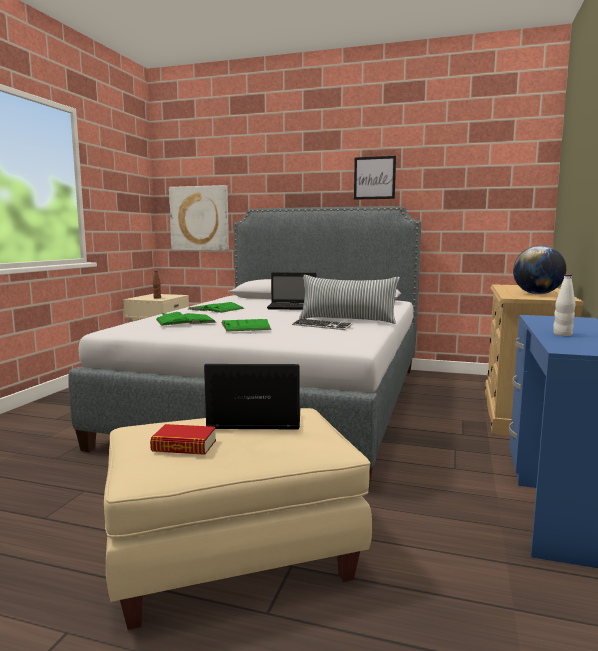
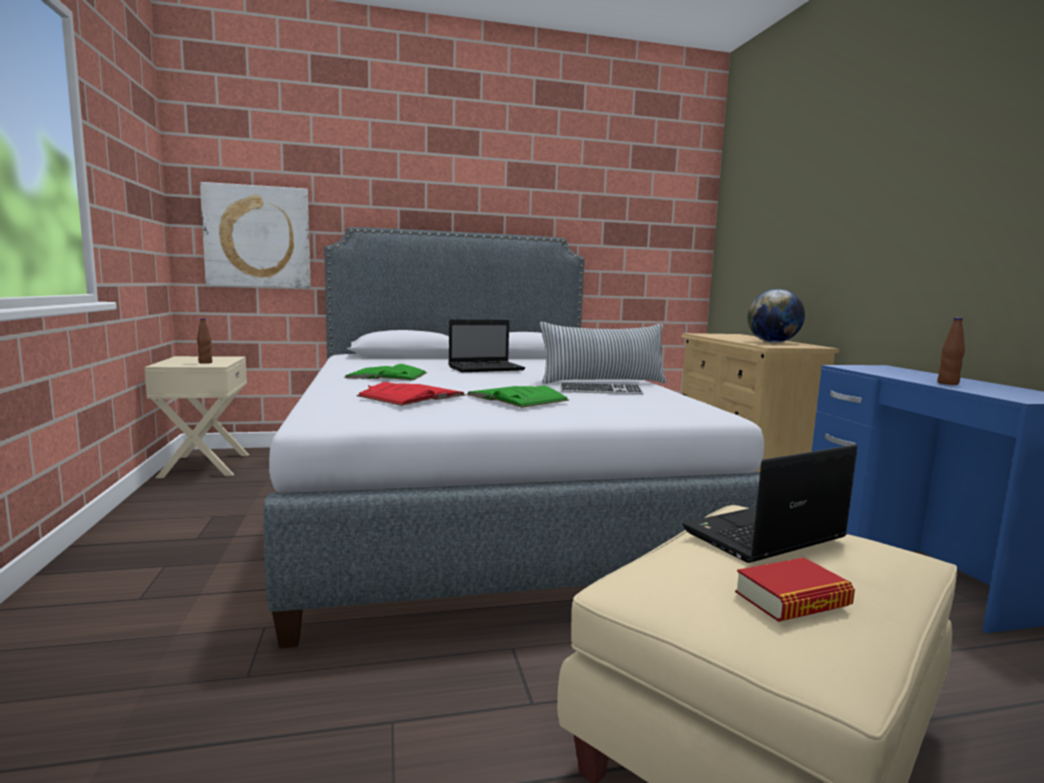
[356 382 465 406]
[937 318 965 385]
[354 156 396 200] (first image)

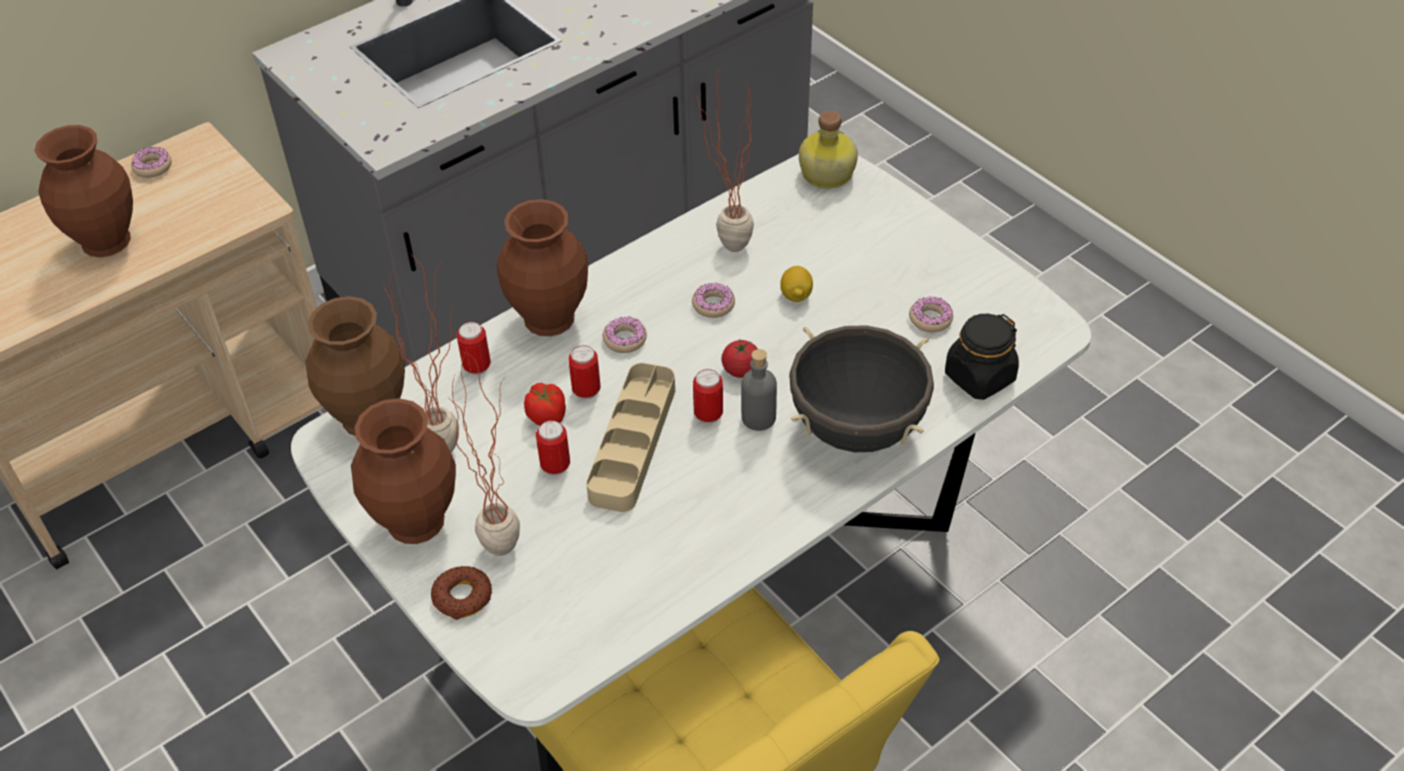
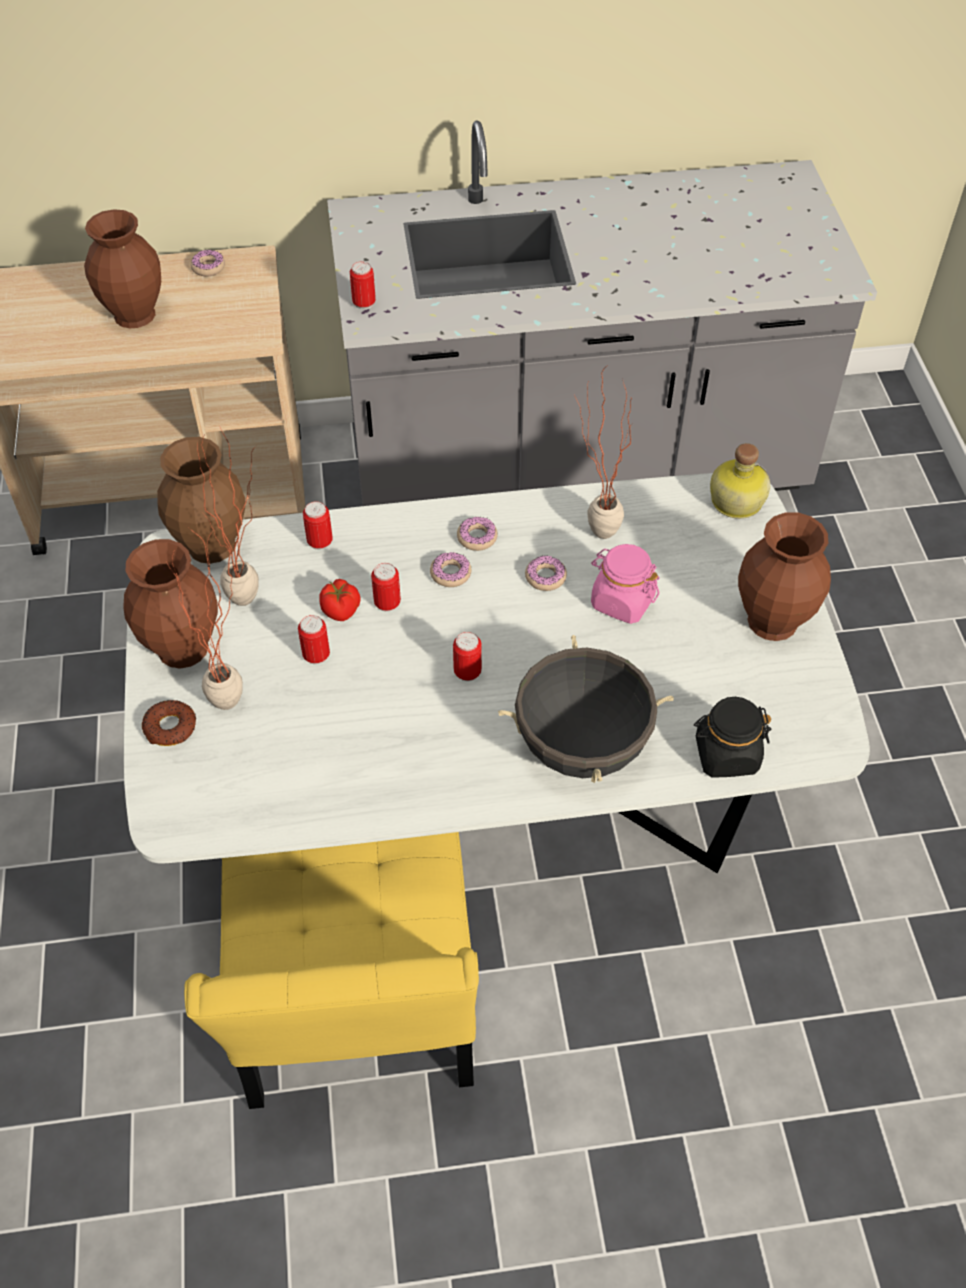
[350 261 376 310]
[457 516 498 551]
[591 544 660 624]
[738 512 831 641]
[586 363 675 512] (first image)
[721 340 758 378] (first image)
[741 349 777 431] (first image)

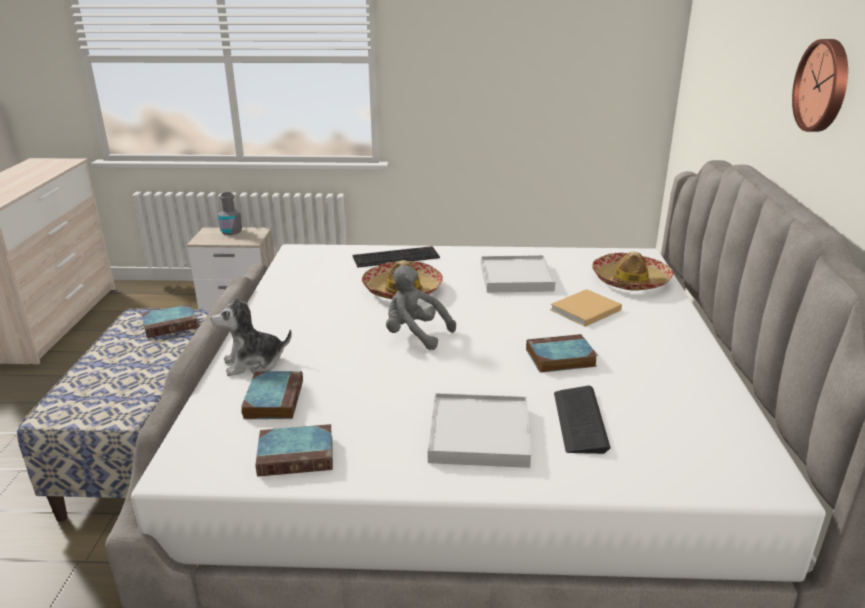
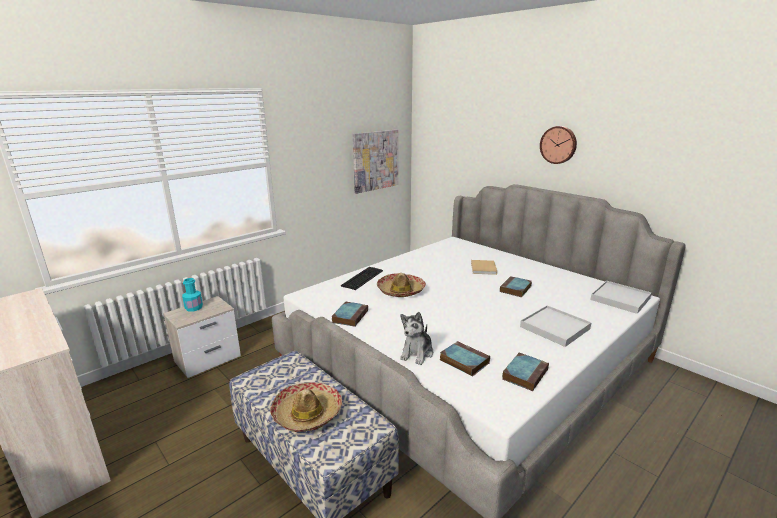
[182 278 203 312]
[270 382 342 432]
[332 302 368 327]
[353 129 398 193]
[590 281 652 314]
[386 265 456 350] (first image)
[554 386 611 454] (first image)

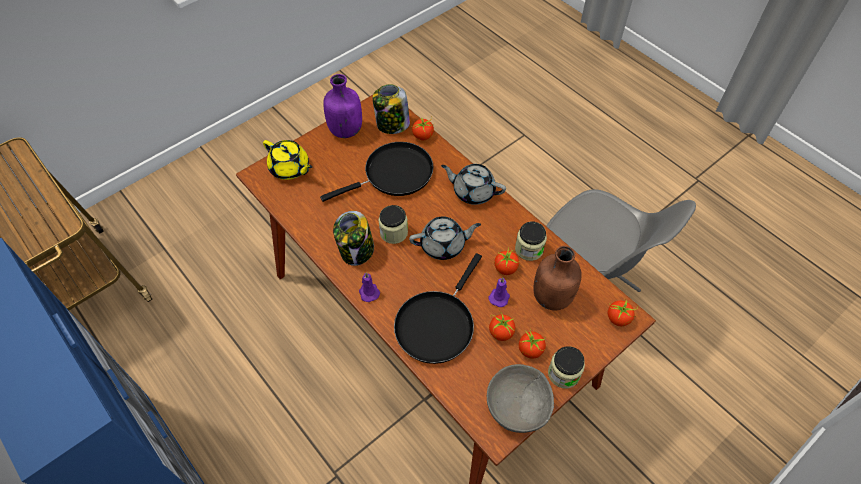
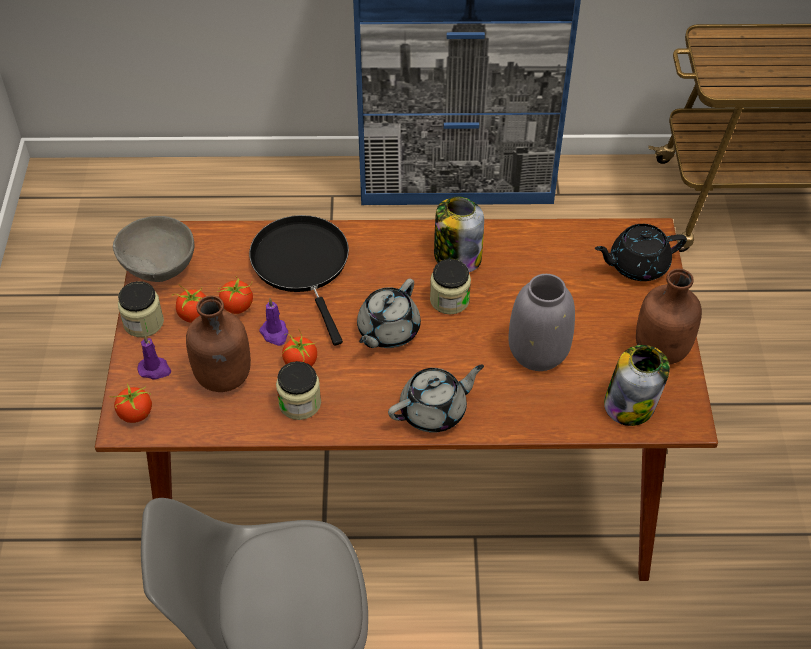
[137 335 171 380]
[508 274 575 371]
[595 224 687 281]
[636 268 702 364]
[412 116 435 140] (first image)

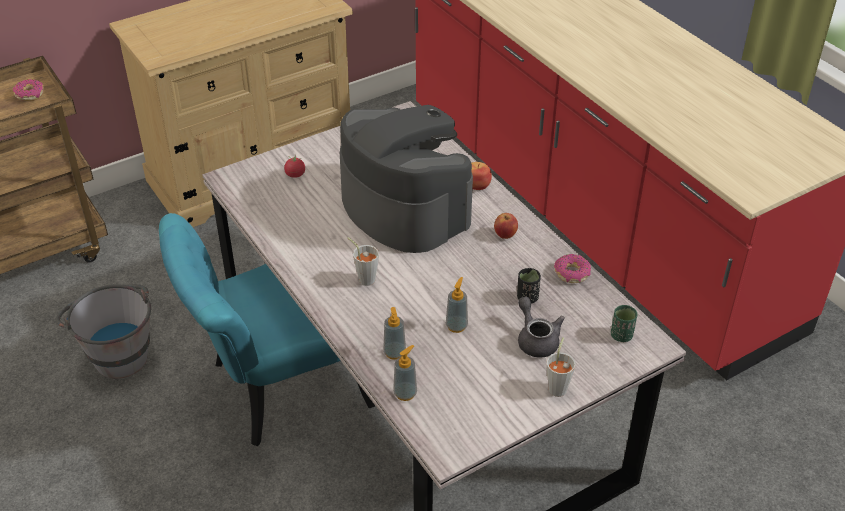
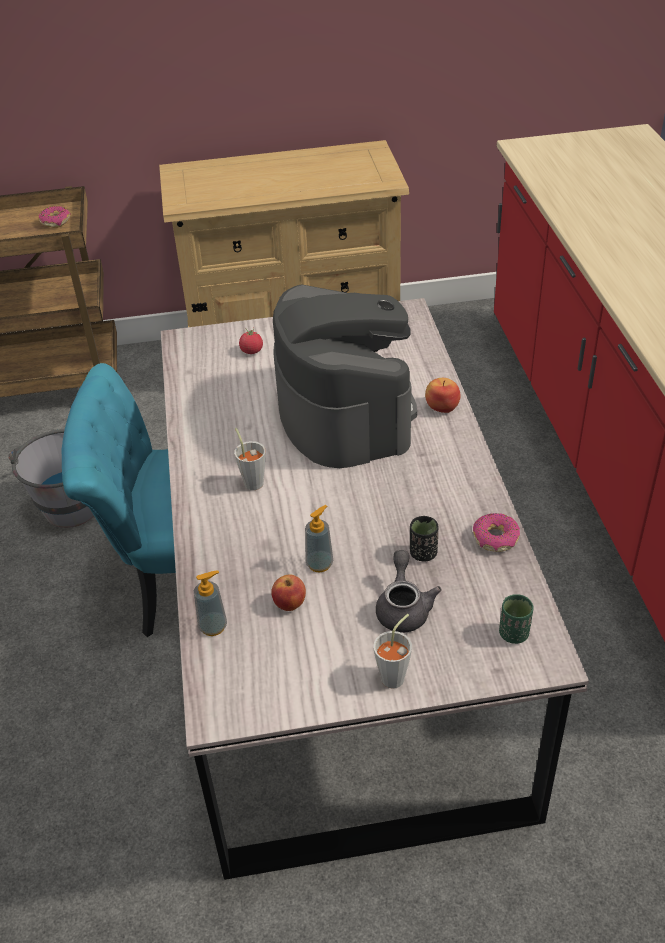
[271 574 306 611]
[383 307 406 360] (first image)

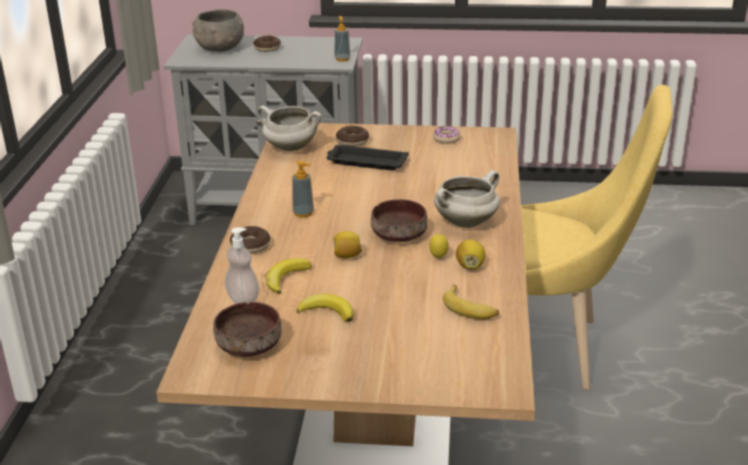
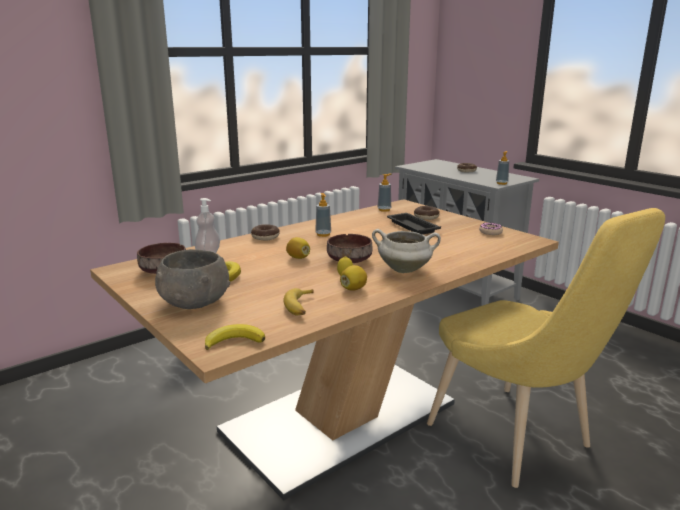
[155 249 230 309]
[205 324 265 350]
[377 174 392 212]

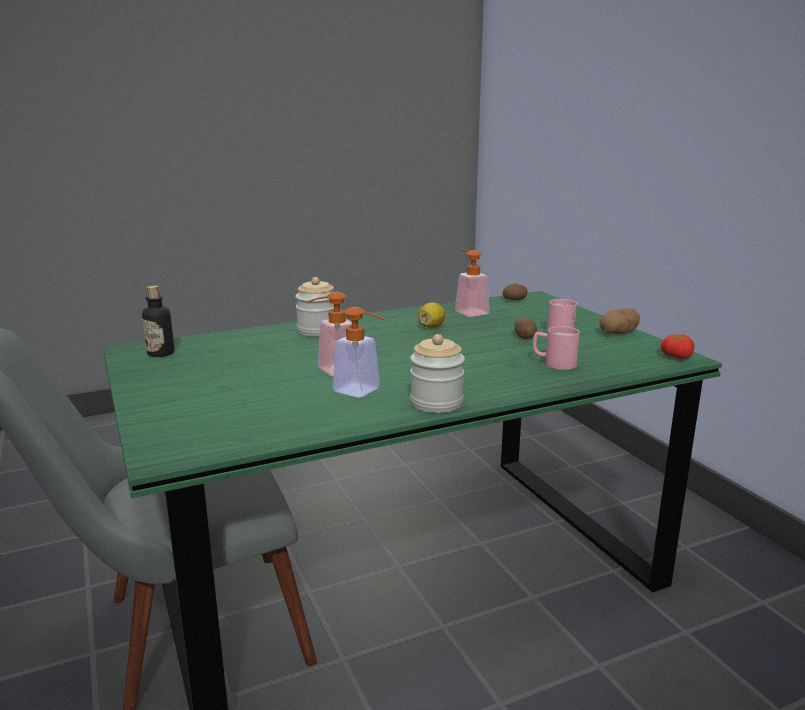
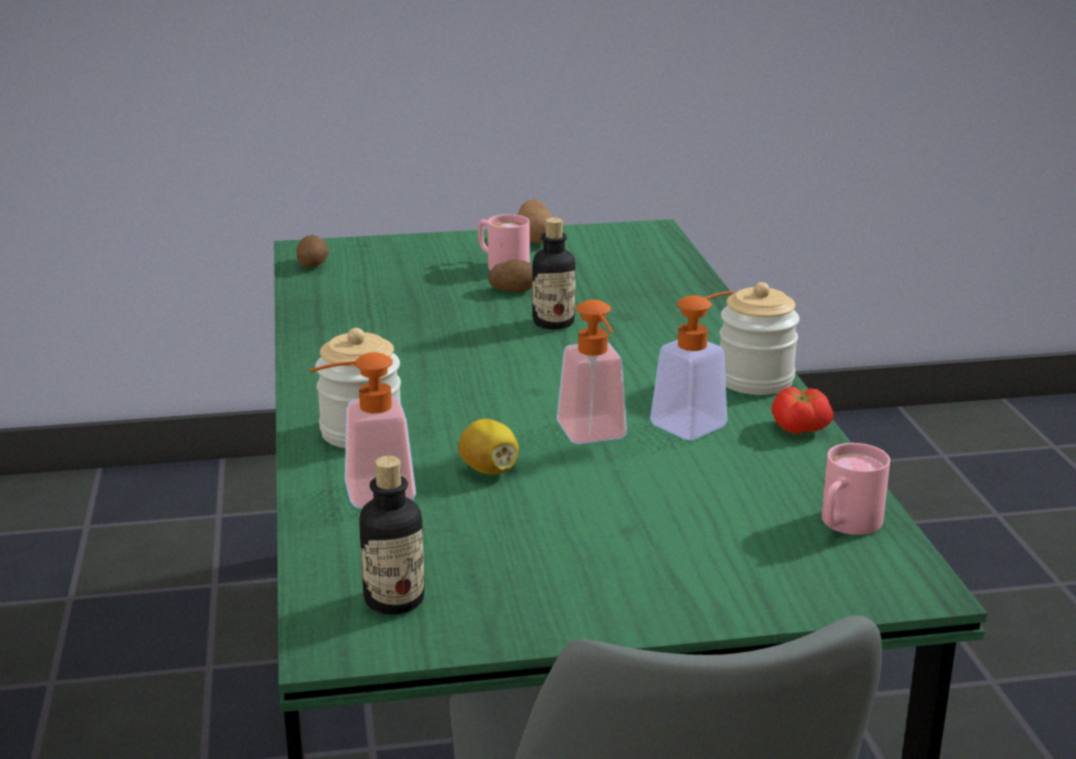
[309 352 416 508]
[458 419 519 475]
[532 217 576 329]
[771 387 834 434]
[822 443 890 535]

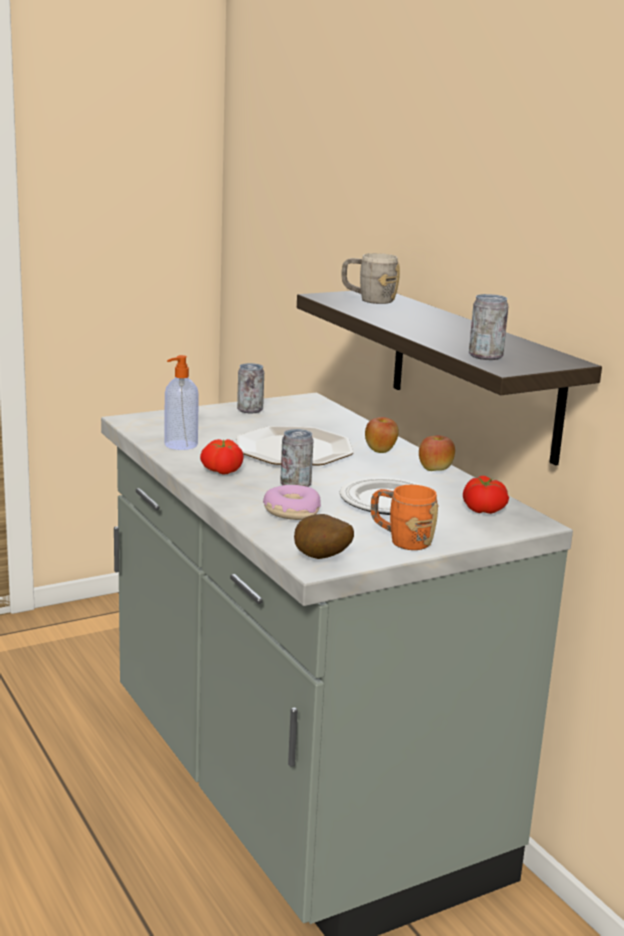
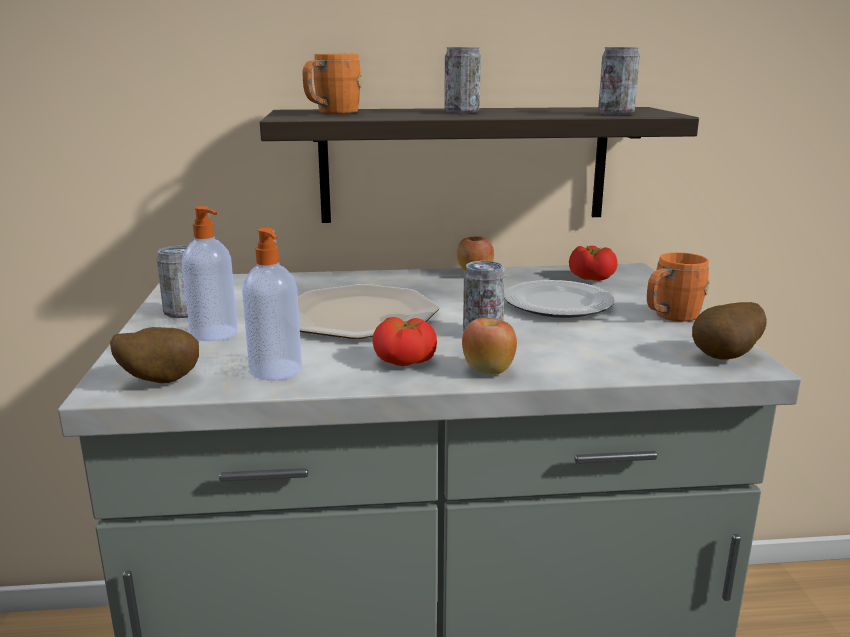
[110 327 199 383]
[182 206 238 341]
[303 54 362 114]
[444 47 481 113]
[462 318 517 375]
[263 485 321 520] (first image)

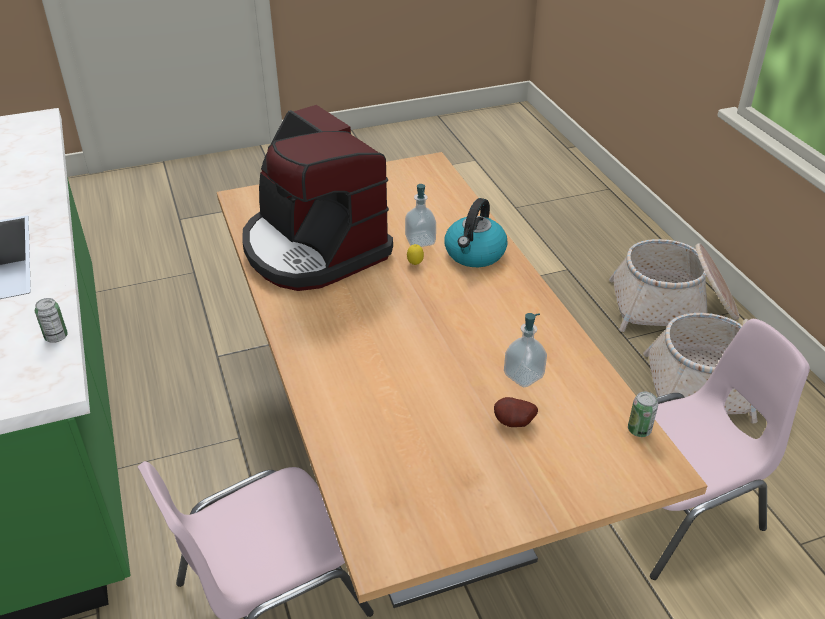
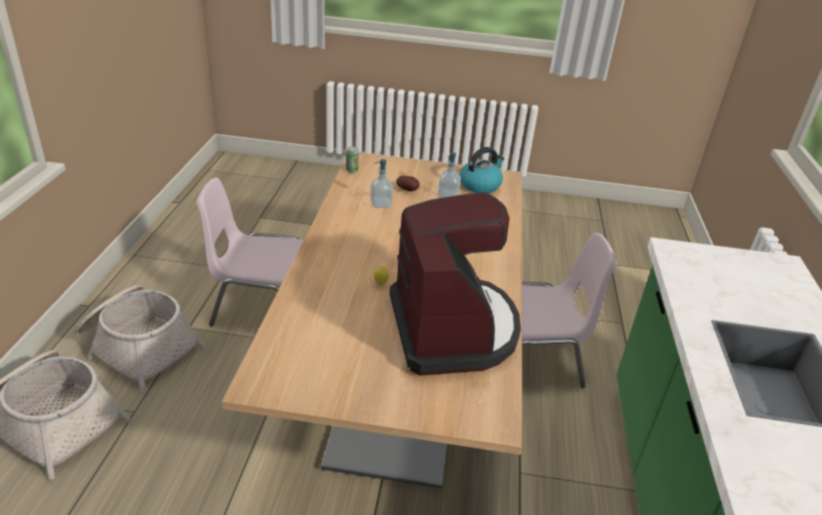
[438 152 461 198]
[459 147 504 193]
[35 298 68 343] (first image)

